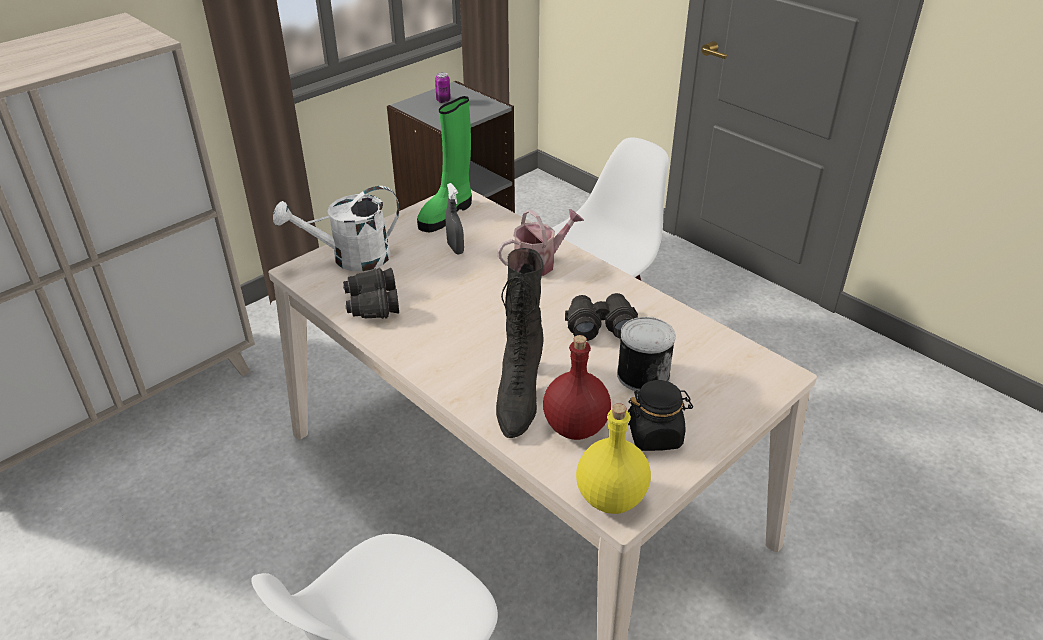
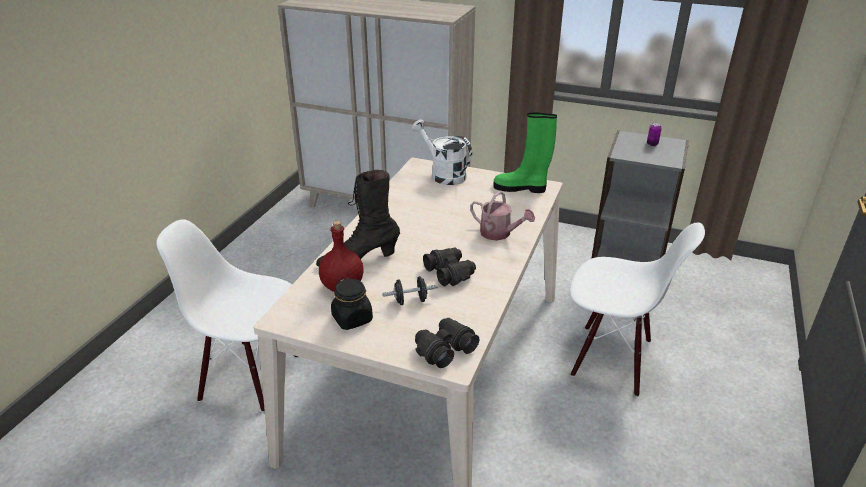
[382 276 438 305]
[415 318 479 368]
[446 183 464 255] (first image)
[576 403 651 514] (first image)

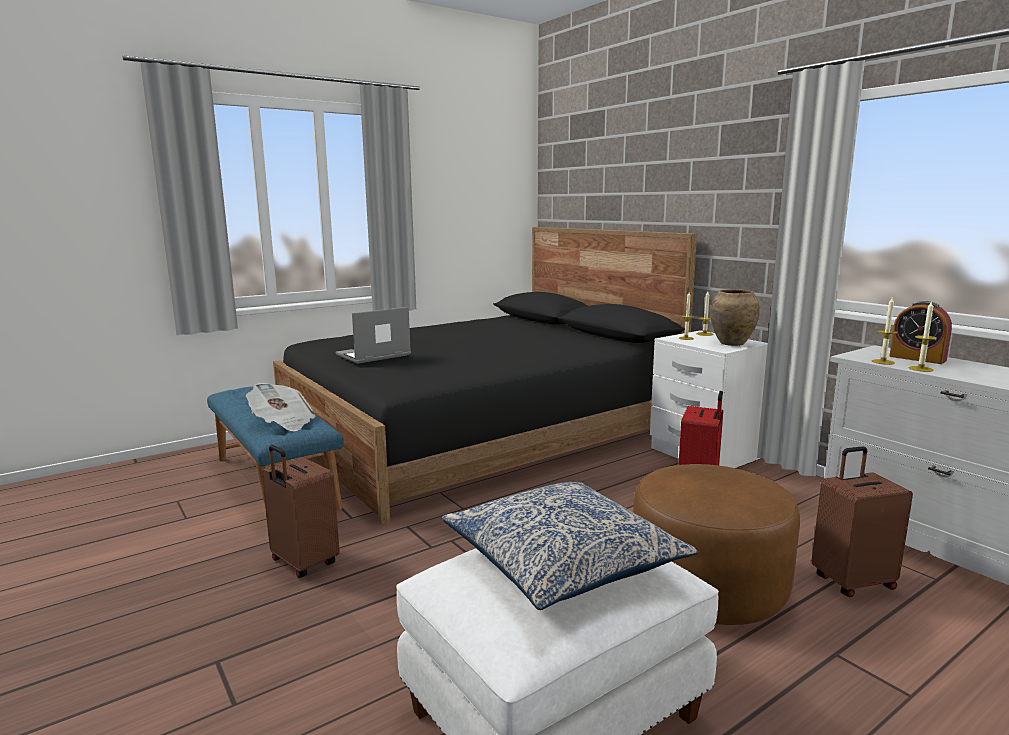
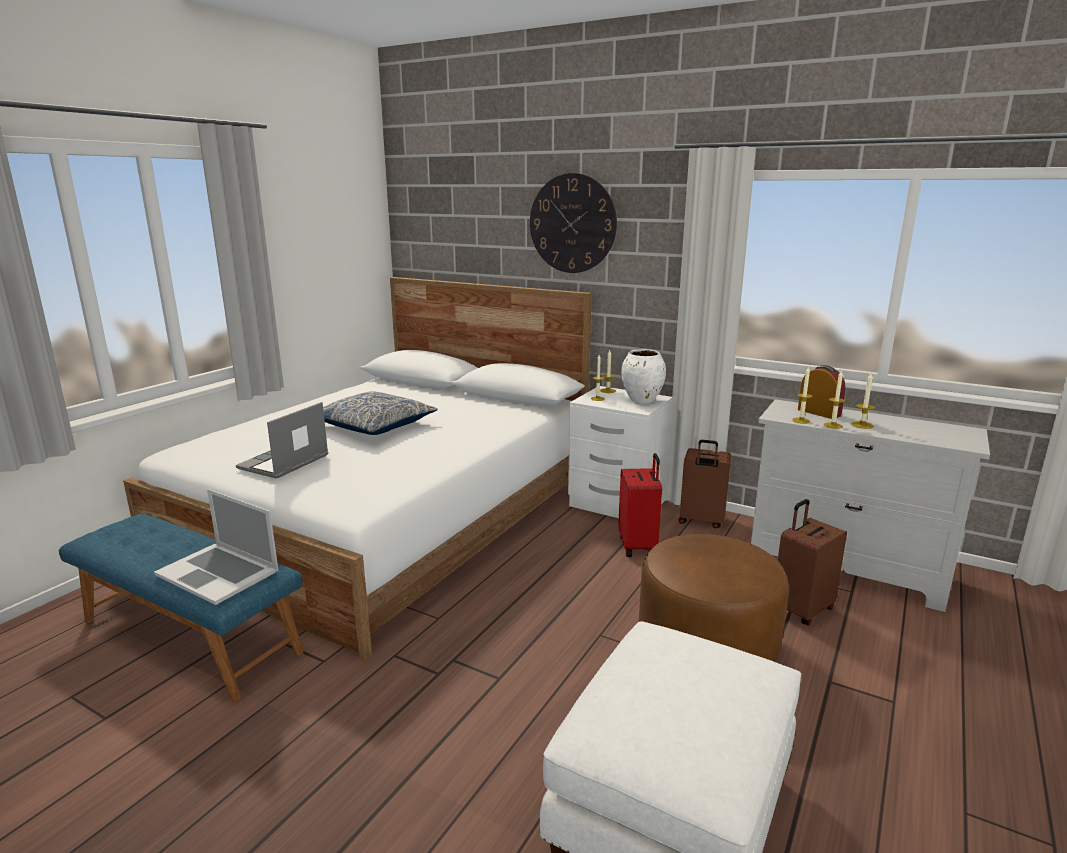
[123 277 592 661]
[154 489 278 605]
[323 391 438 435]
[530 173 617 273]
[621 349 666 404]
[679 440 731 528]
[798 365 846 419]
[851 373 875 429]

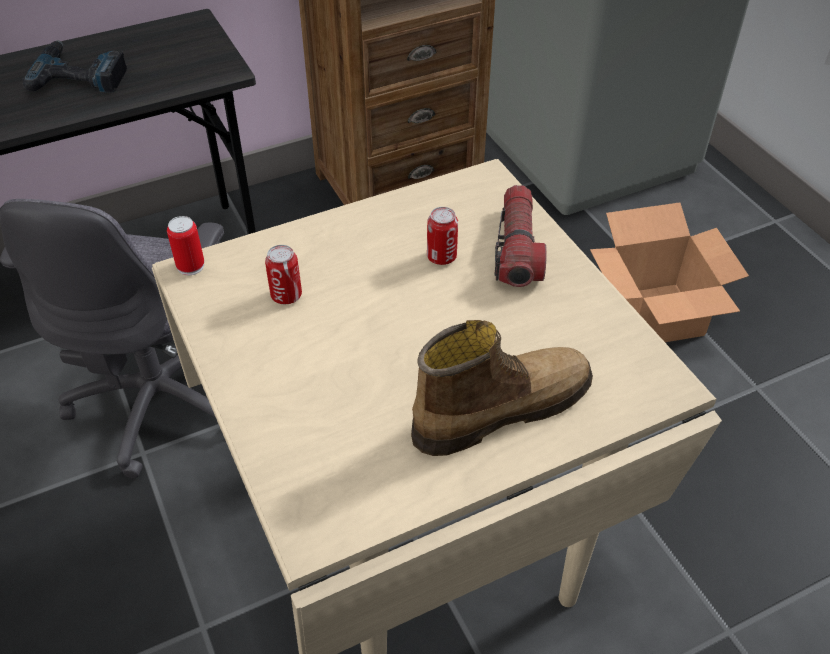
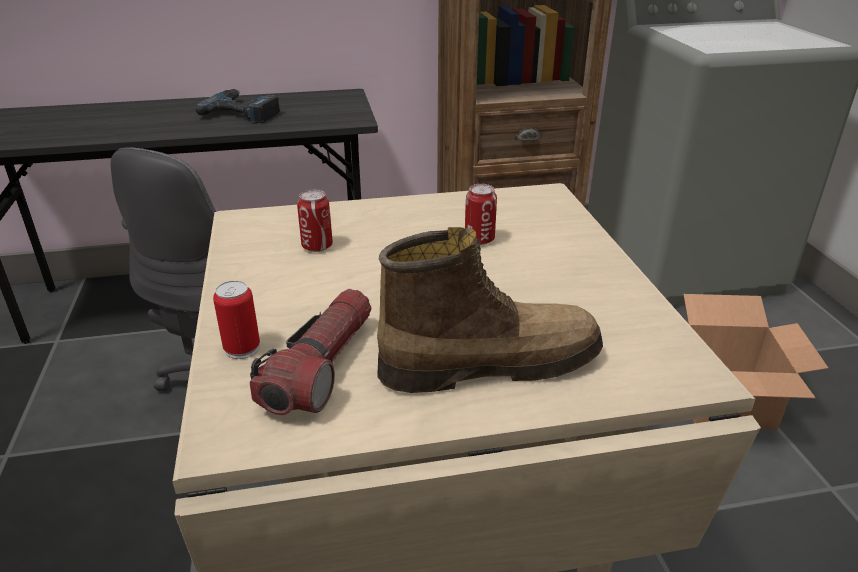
[213 280 260 359]
[250 289 371 415]

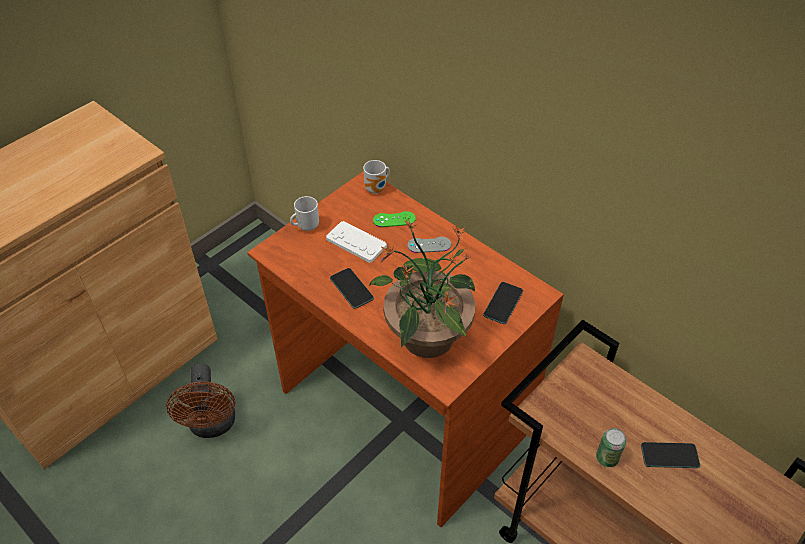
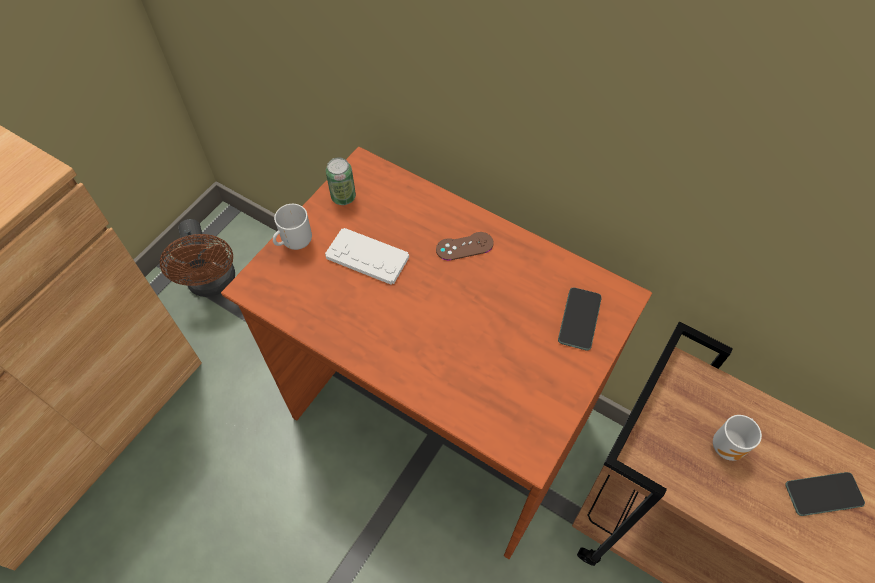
[160 219 235 297]
[326 157 356 205]
[436 232 494 261]
[713 415 762 461]
[330 268 374 309] (first image)
[369 219 475 358] (first image)
[373 211 416 227] (first image)

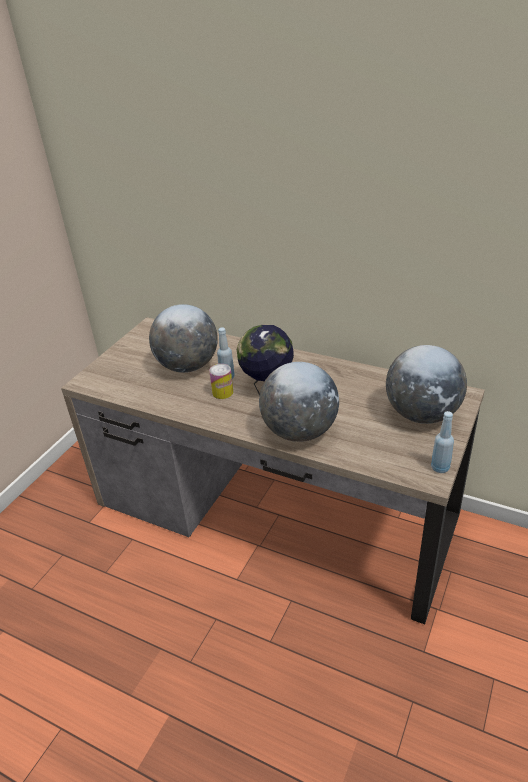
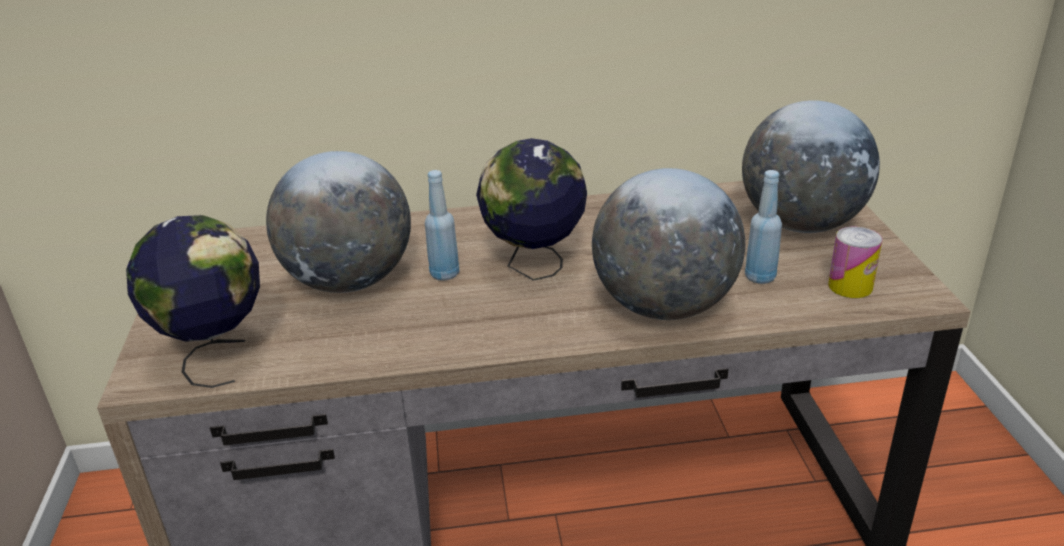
[126 215 260 388]
[745 170 782 284]
[828 227 882 298]

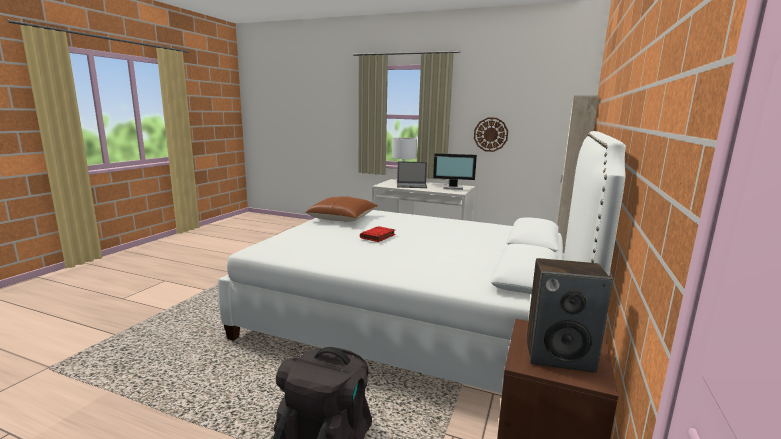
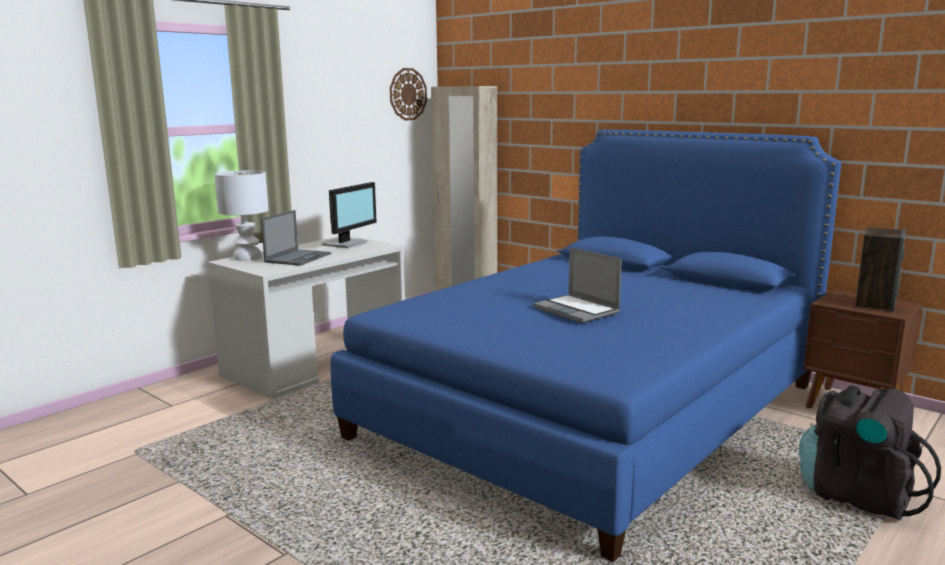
[331 130 841 562]
[390 68 427 121]
[533 247 622 323]
[306 196 378 222] (first image)

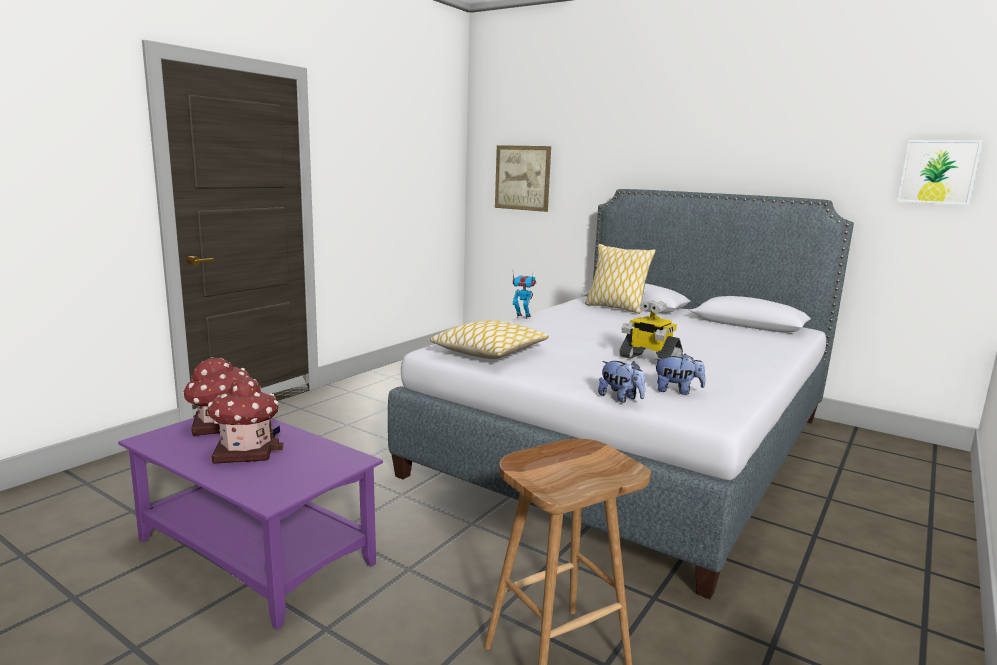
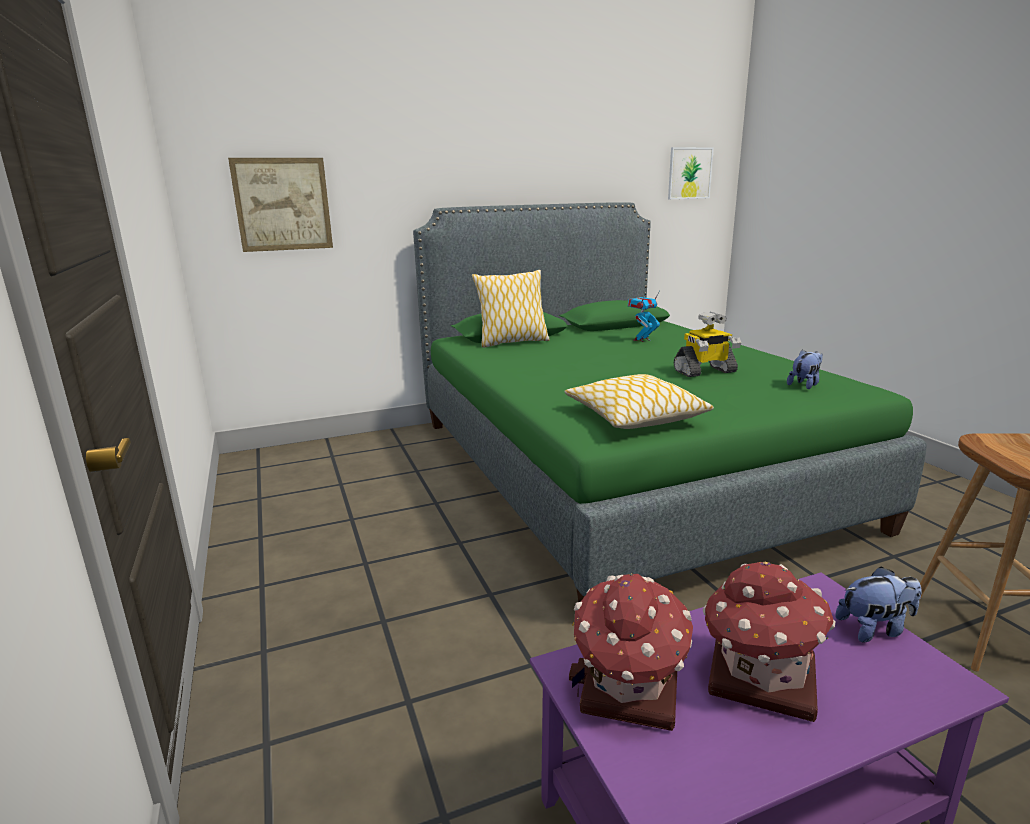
[413 202 927 602]
[628 294 660 342]
[835 566 922 643]

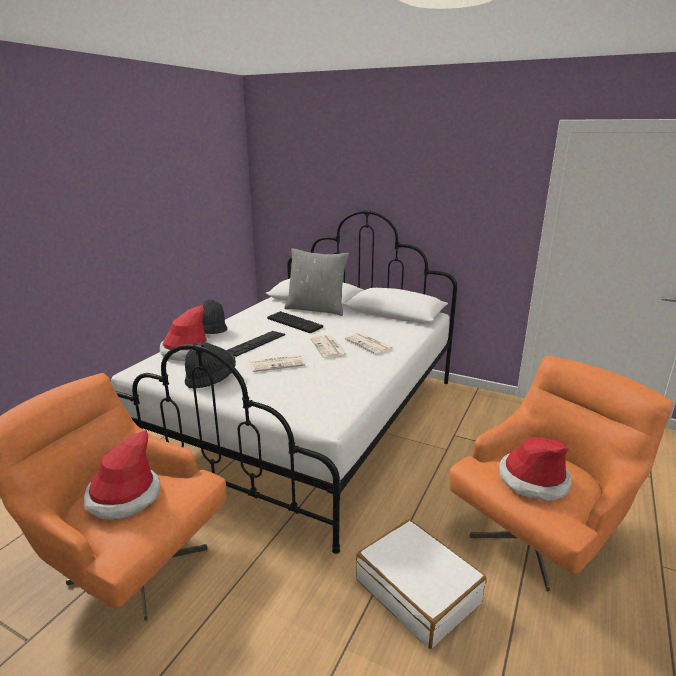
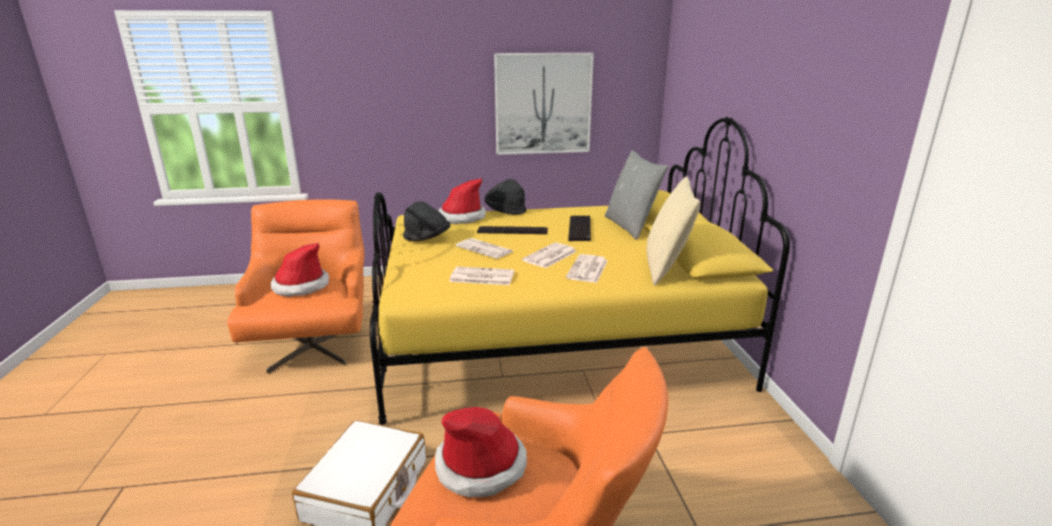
[370 117 790 425]
[449 266 514 285]
[494 53 594 155]
[647 177 700 285]

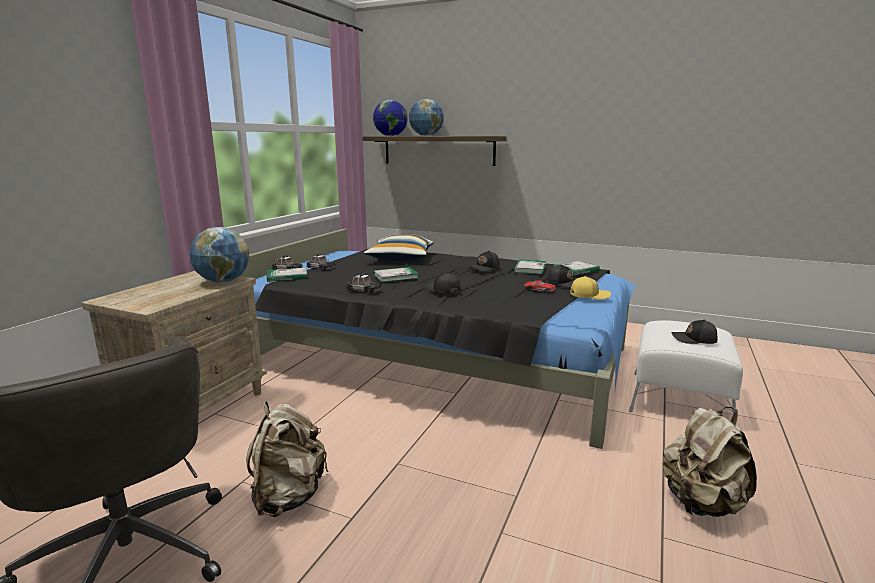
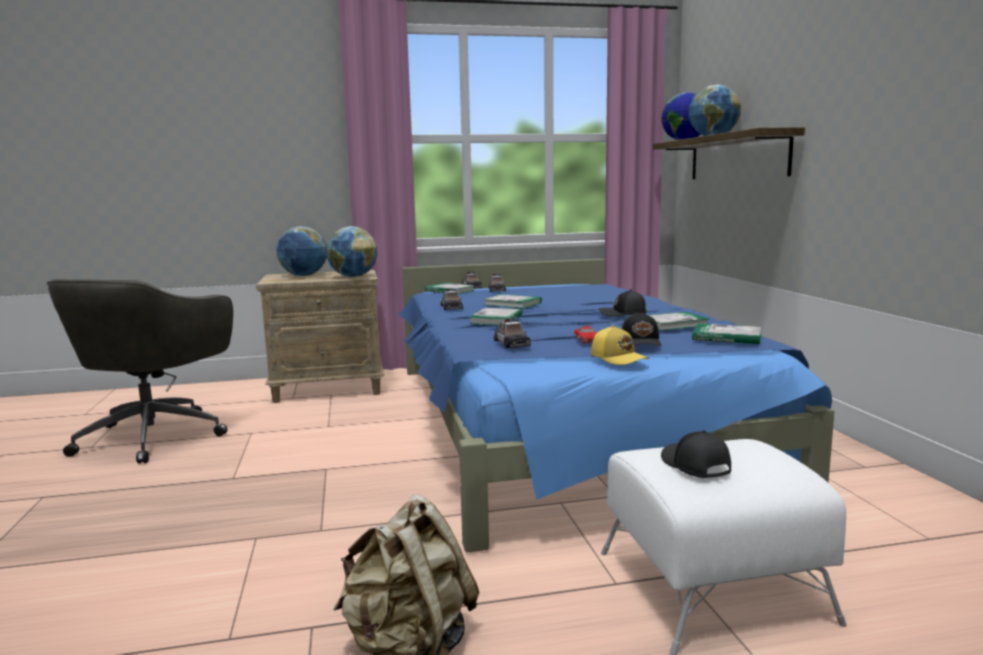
[276 226 327 276]
[399 259 835 553]
[469 308 523 325]
[494 318 531 348]
[246 401 329 517] (first image)
[364 234 434 261] (first image)

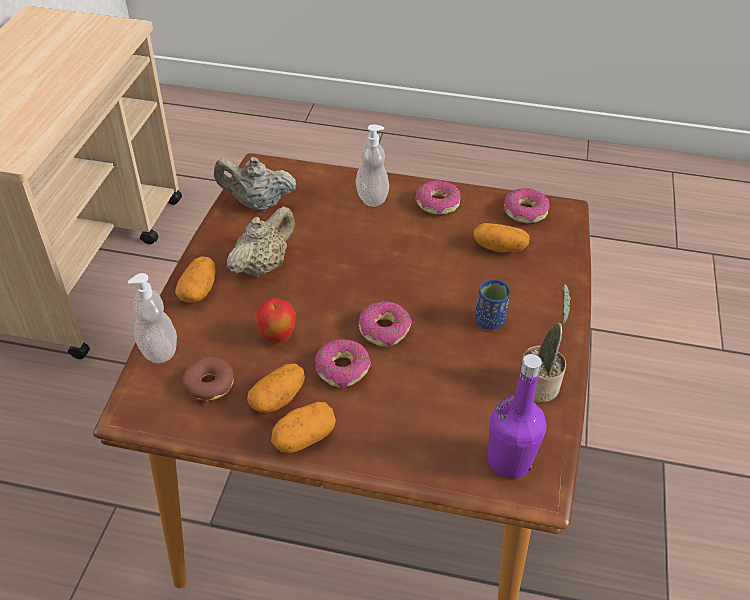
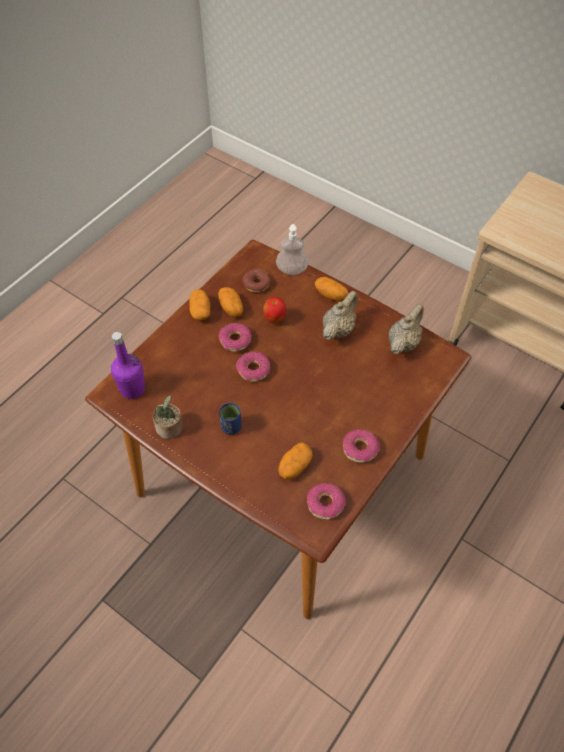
[323 291 358 340]
[356 124 389 207] (first image)

